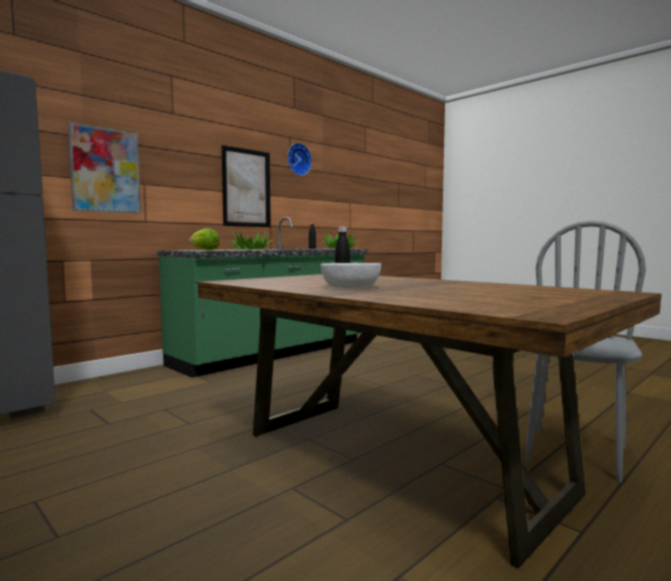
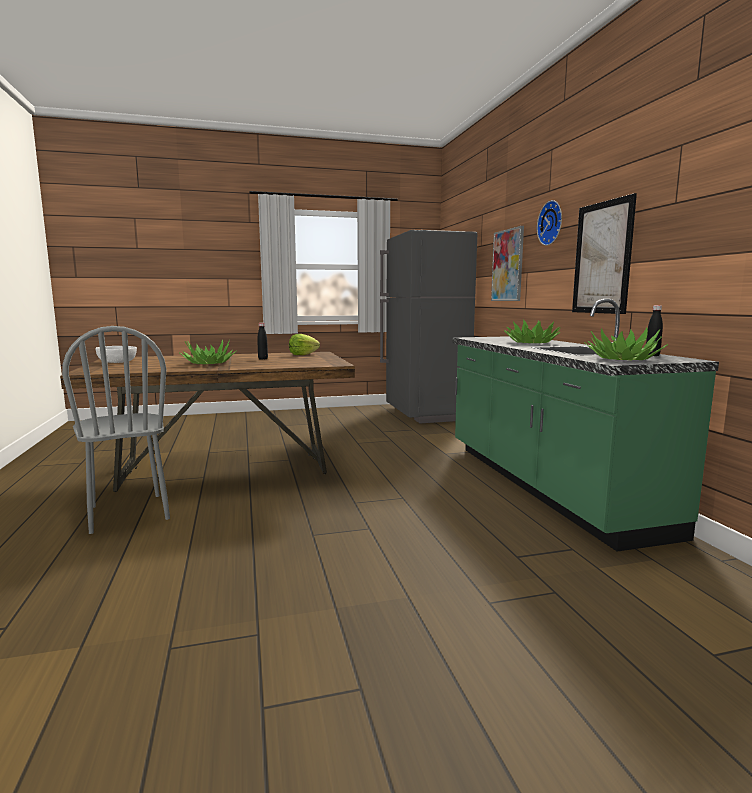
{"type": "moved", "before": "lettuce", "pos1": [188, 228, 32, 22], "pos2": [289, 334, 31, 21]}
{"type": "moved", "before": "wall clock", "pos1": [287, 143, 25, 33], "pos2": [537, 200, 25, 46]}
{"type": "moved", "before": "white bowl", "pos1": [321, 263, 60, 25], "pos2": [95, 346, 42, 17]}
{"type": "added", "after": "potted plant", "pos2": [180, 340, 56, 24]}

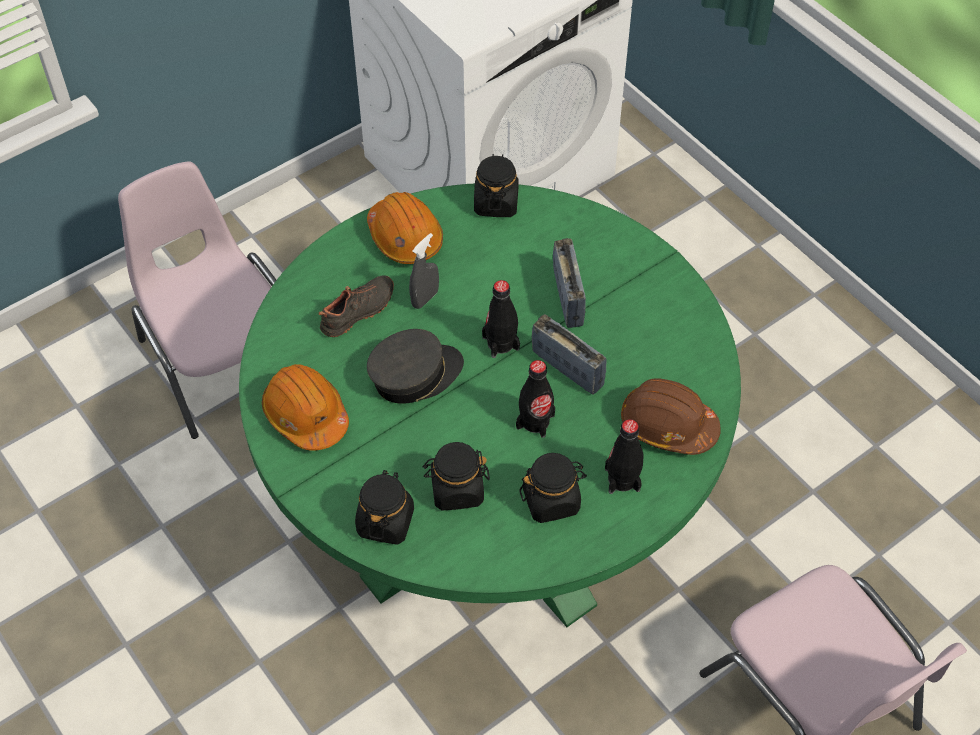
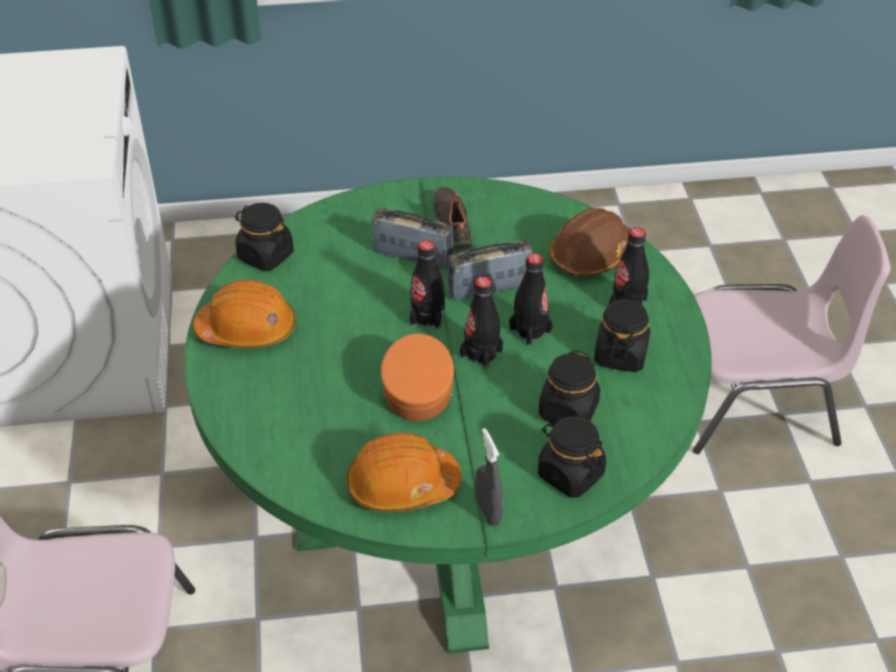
{"type": "moved", "before": "black shoe", "pos1": [319, 275, 75, 62], "pos2": [433, 186, 39, 65]}
{"type": "recoloured", "before": "grey cap", "after": "orange cap", "pos1": [367, 329, 97, 75], "pos2": [381, 334, 73, 87]}
{"type": "moved", "before": "grey spray bottle", "pos1": [409, 233, 30, 76], "pos2": [476, 428, 27, 98]}
{"type": "added", "after": "black bottle", "pos2": [460, 276, 43, 93]}

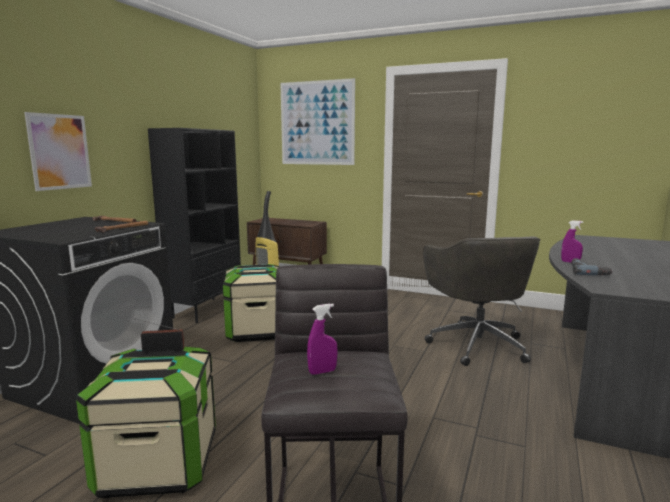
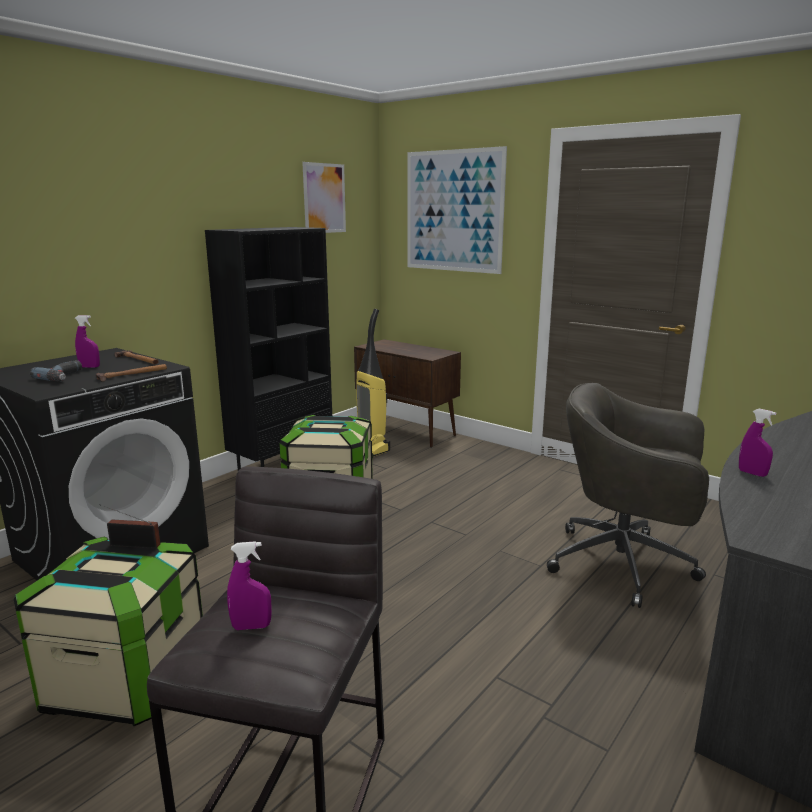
{"type": "moved", "before": "picture", "pos1": [24, 112, 68, 79], "pos2": [302, 162, 44, 71]}
{"type": "turned", "before": "grey office chair", "pos1": [423, 236, 117, 130], "pos2": [547, 383, 162, 225], "turn": 105}
{"type": "moved", "before": "power drill", "pos1": [571, 258, 42, 17], "pos2": [30, 360, 52, 21]}
{"type": "added", "after": "purple spray bottle", "pos2": [75, 315, 25, 53]}

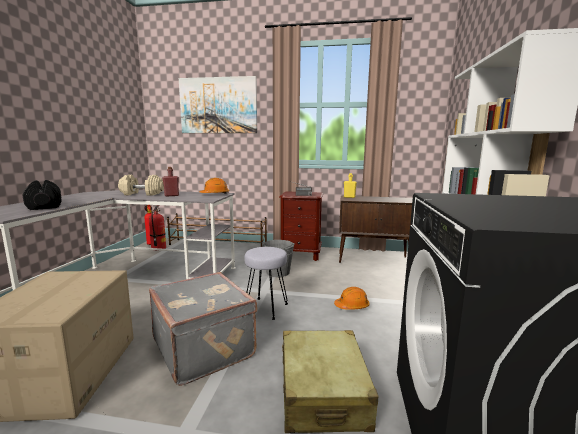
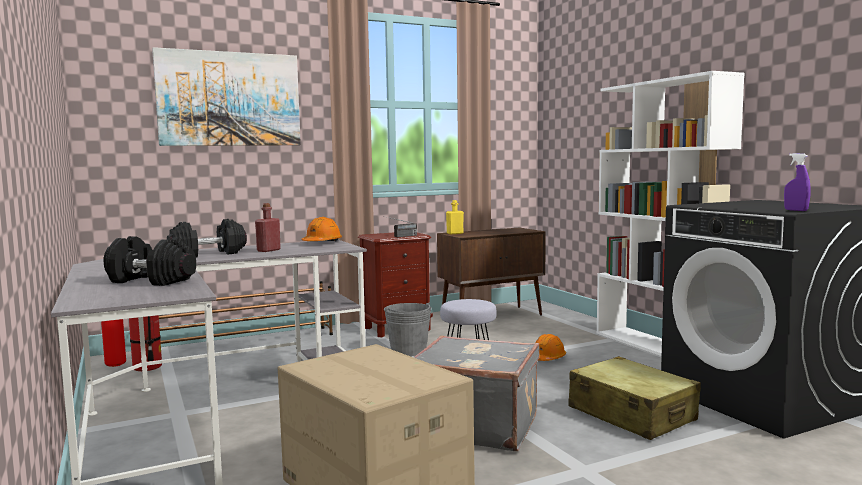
{"type": "recoloured", "before": "beige dumbbell", "after": "black dumbbell", "pos1": [118, 174, 46, 22], "pos2": [167, 219, 80, 39]}
{"type": "added", "after": "purple spray bottle", "pos2": [784, 153, 27, 58]}

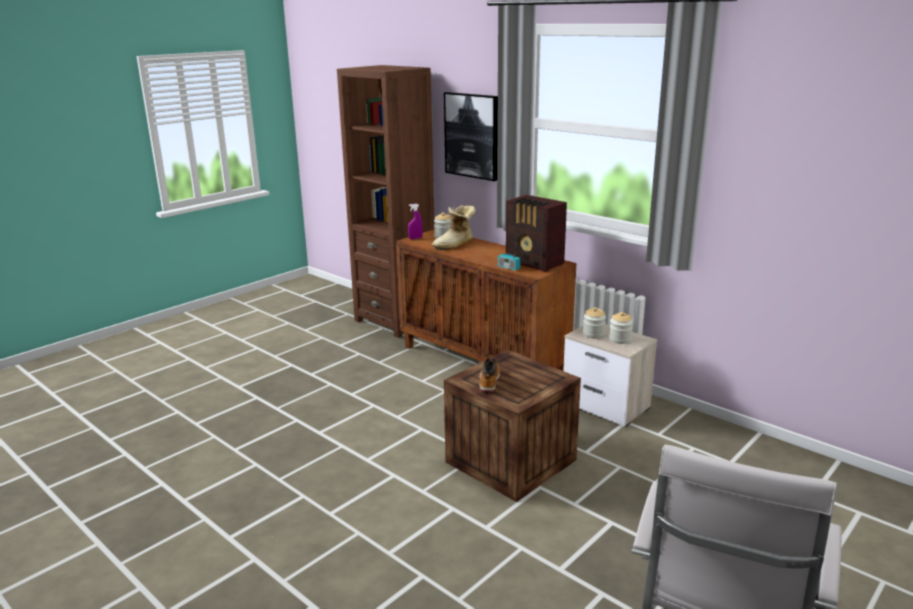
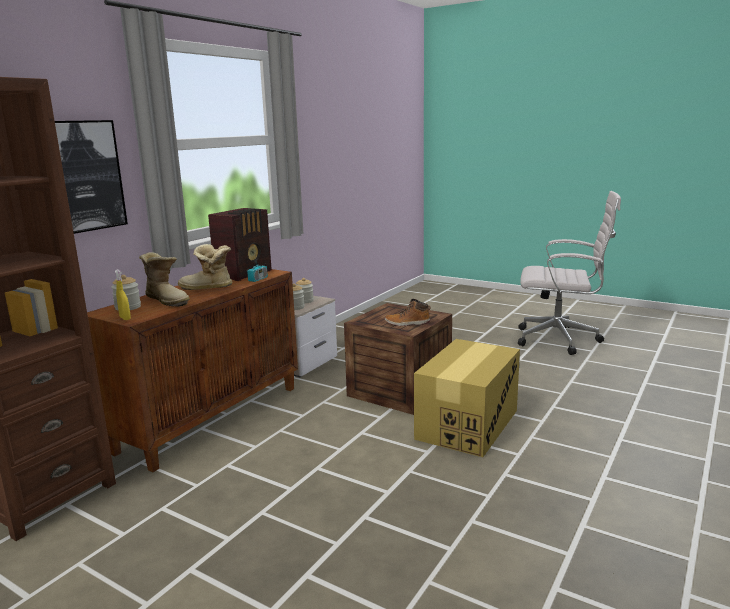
{"type": "recoloured", "before": "purple spray bottle", "after": "yellow spray bottle", "pos1": [408, 203, 15, 36], "pos2": [115, 269, 16, 51]}
{"type": "added", "after": "boot", "pos2": [178, 244, 55, 46]}
{"type": "added", "after": "cardboard box", "pos2": [414, 339, 106, 118]}

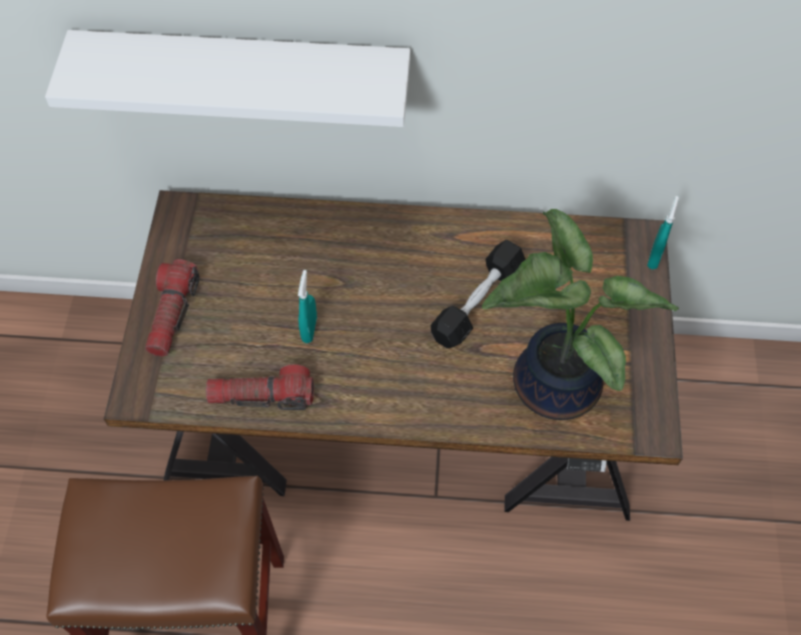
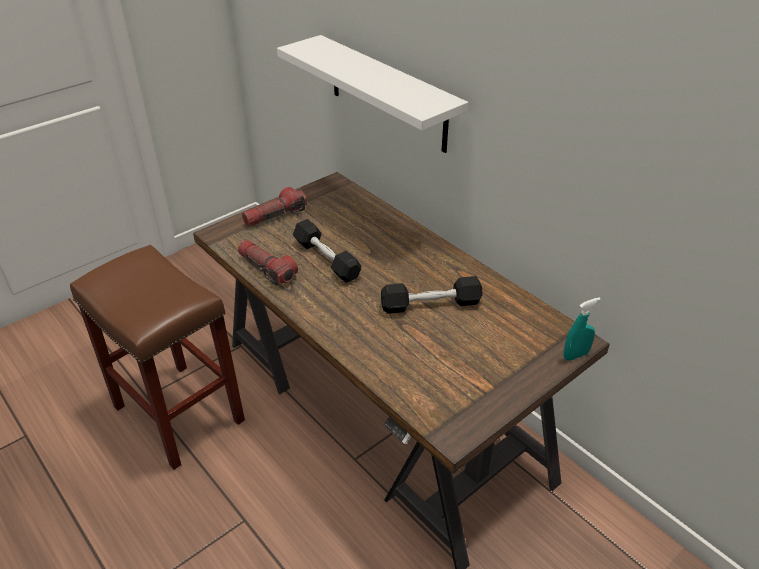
{"type": "replaced", "before": "turquoise spray bottle", "after": "black dumbbell", "pos1": [298, 270, 19, 73], "pos2": [293, 219, 68, 64]}
{"type": "removed", "before": "potted plant", "pos1": [481, 209, 198, 211]}

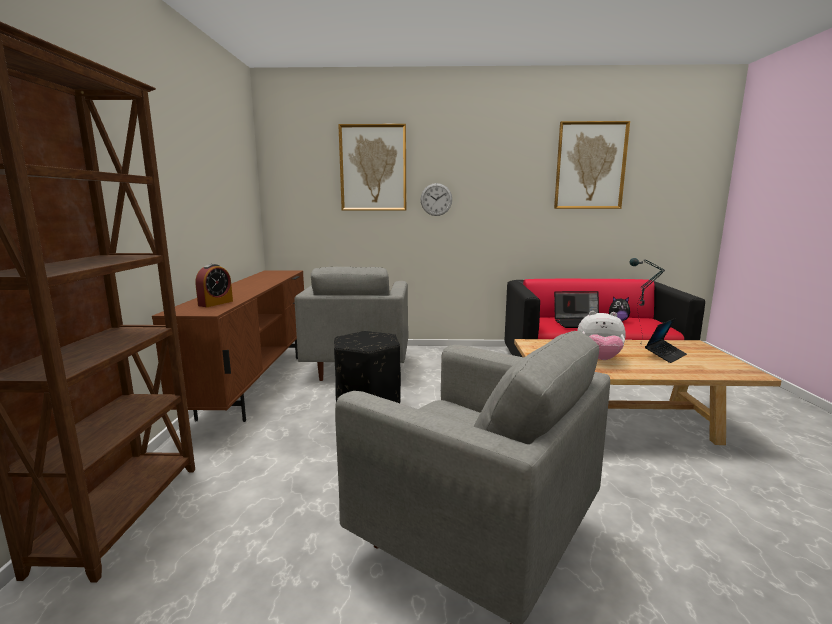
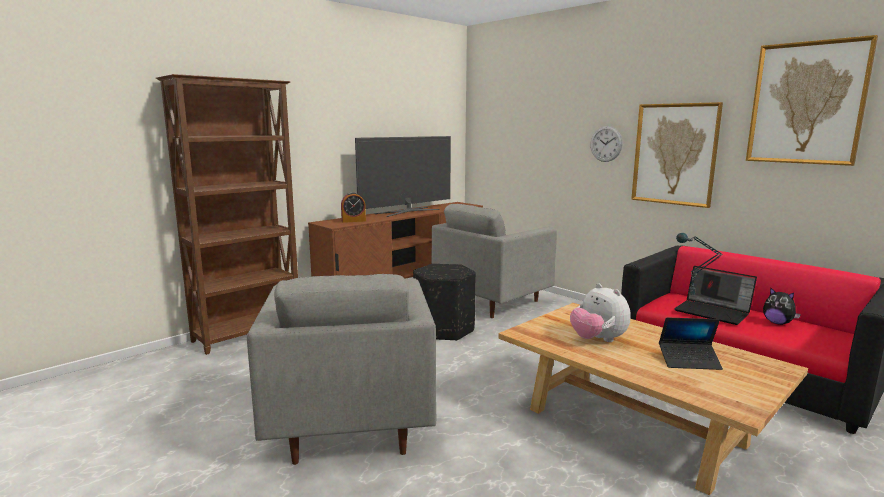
{"type": "moved", "before": "picture", "pos1": [338, 124, 68, 87], "pos2": [631, 102, 92, 106]}
{"type": "added", "after": "television", "pos2": [355, 136, 96, 81]}

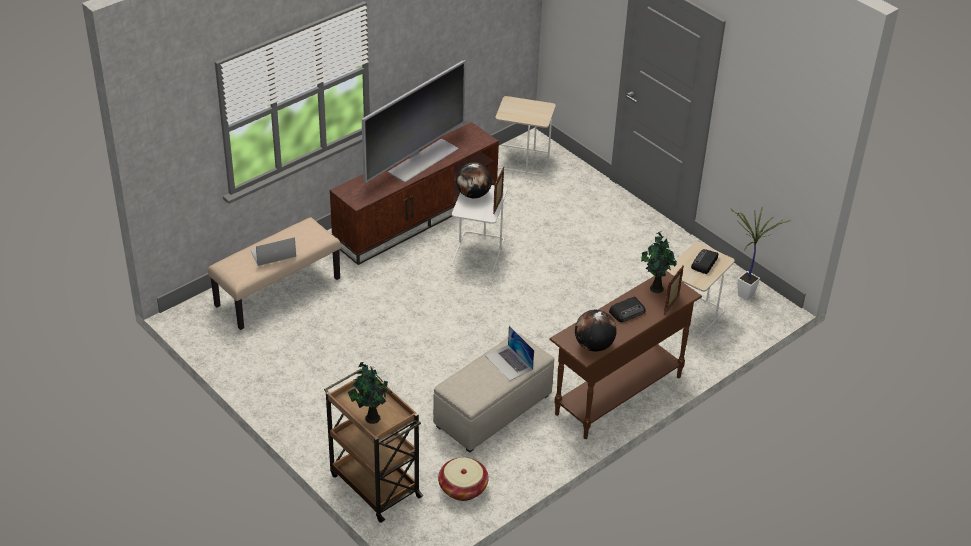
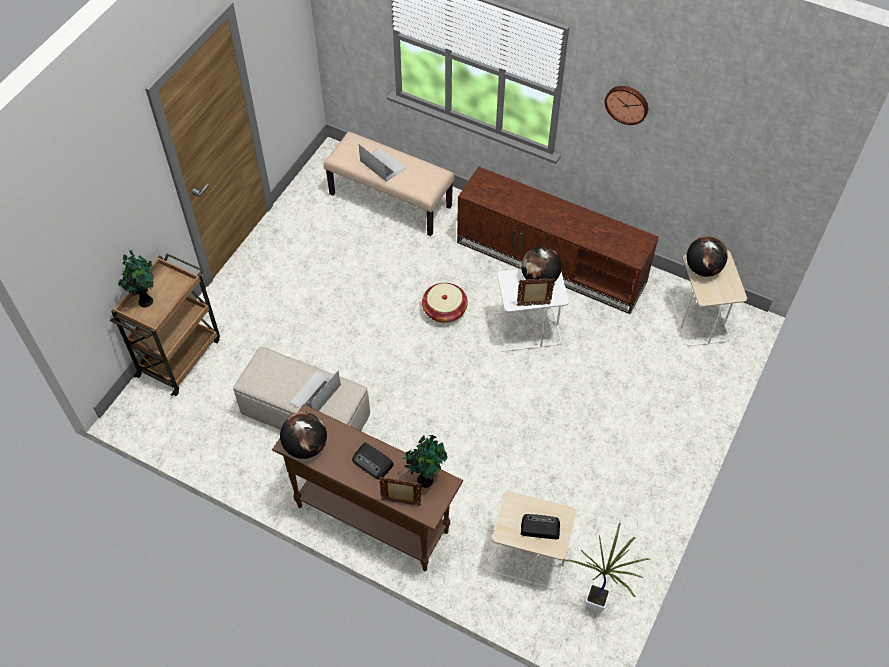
{"type": "removed", "before": "television", "pos1": [362, 60, 104, 123]}
{"type": "moved", "before": "basket", "pos1": [438, 457, 51, 44], "pos2": [422, 283, 46, 40]}
{"type": "added", "after": "wall clock", "pos2": [605, 86, 43, 39]}
{"type": "added", "after": "globe", "pos2": [686, 236, 42, 41]}

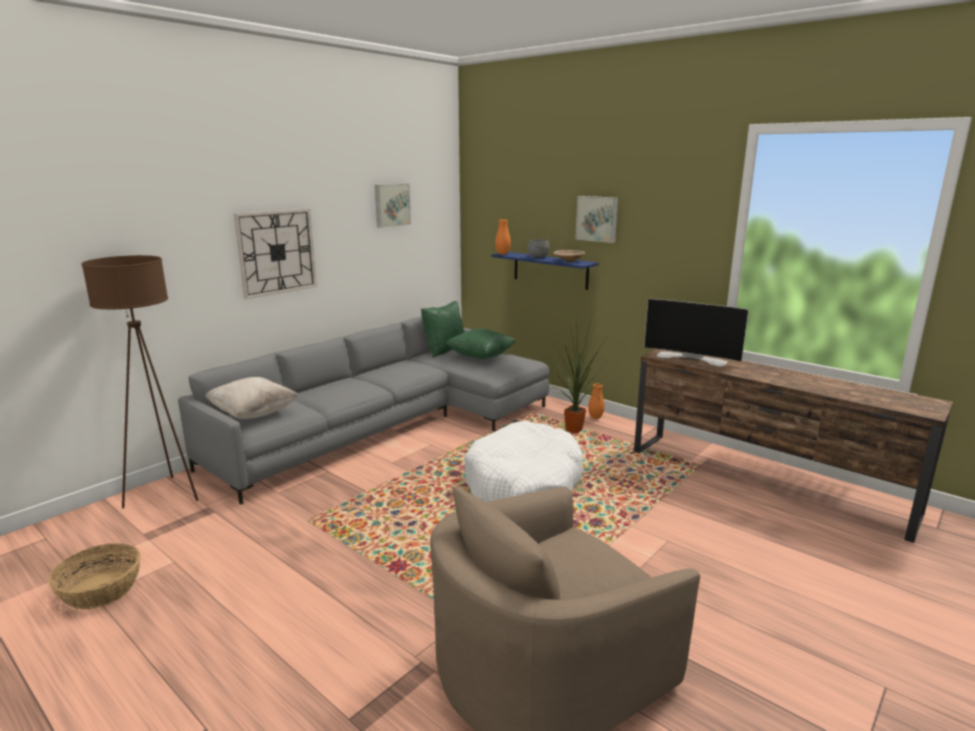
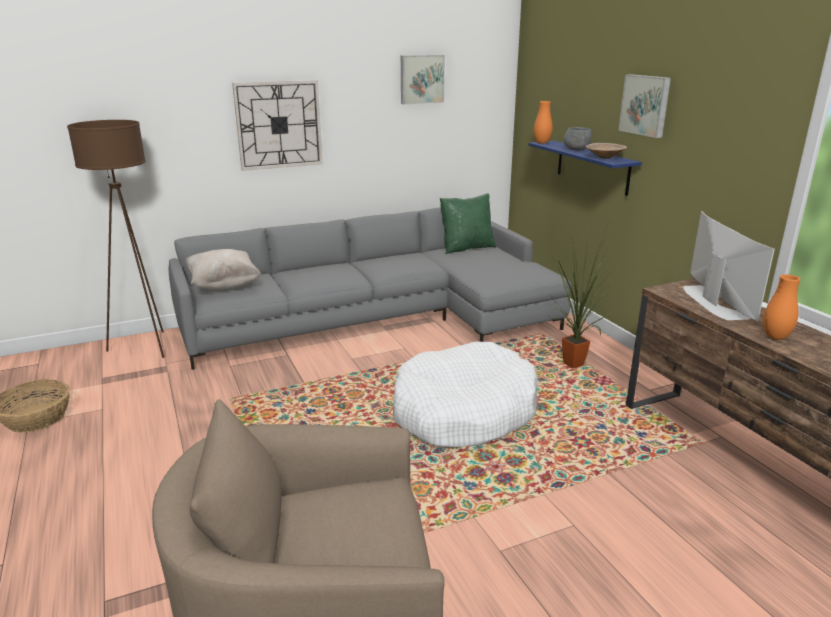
{"type": "removed", "before": "green pillow", "pos1": [445, 329, 71, 30]}
{"type": "moved", "before": "orange vase", "pos1": [588, 383, 17, 36], "pos2": [763, 274, 37, 66]}
{"type": "turned", "before": "television", "pos1": [644, 299, 105, 68], "pos2": [683, 211, 92, 110], "turn": -150}

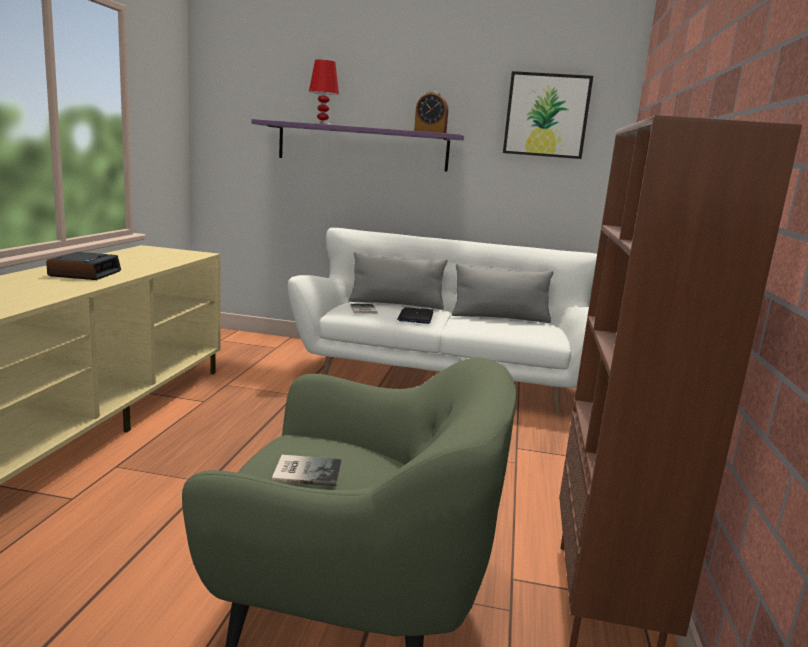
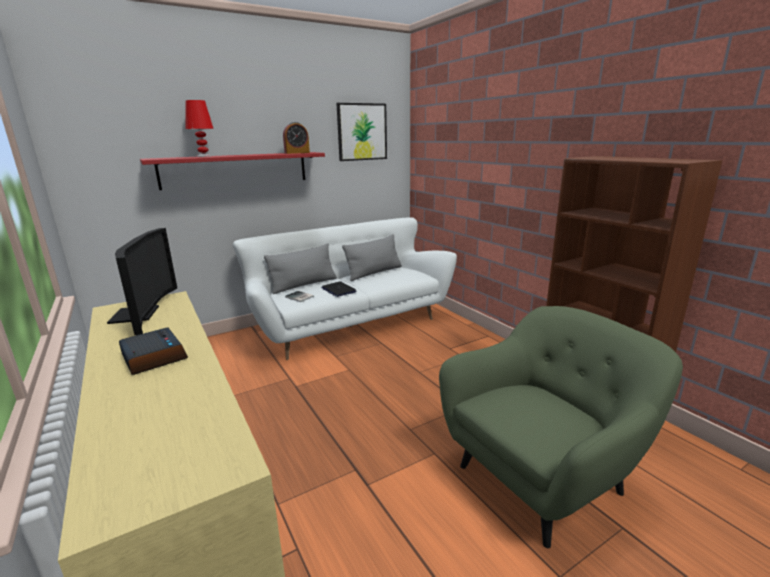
{"type": "recoloured", "before": "purple shelf", "after": "red shelf", "pos1": [251, 119, 213, 53], "pos2": [140, 152, 185, 38]}
{"type": "removed", "before": "book", "pos1": [272, 455, 70, 31]}
{"type": "added", "after": "television", "pos2": [107, 228, 70, 107]}

